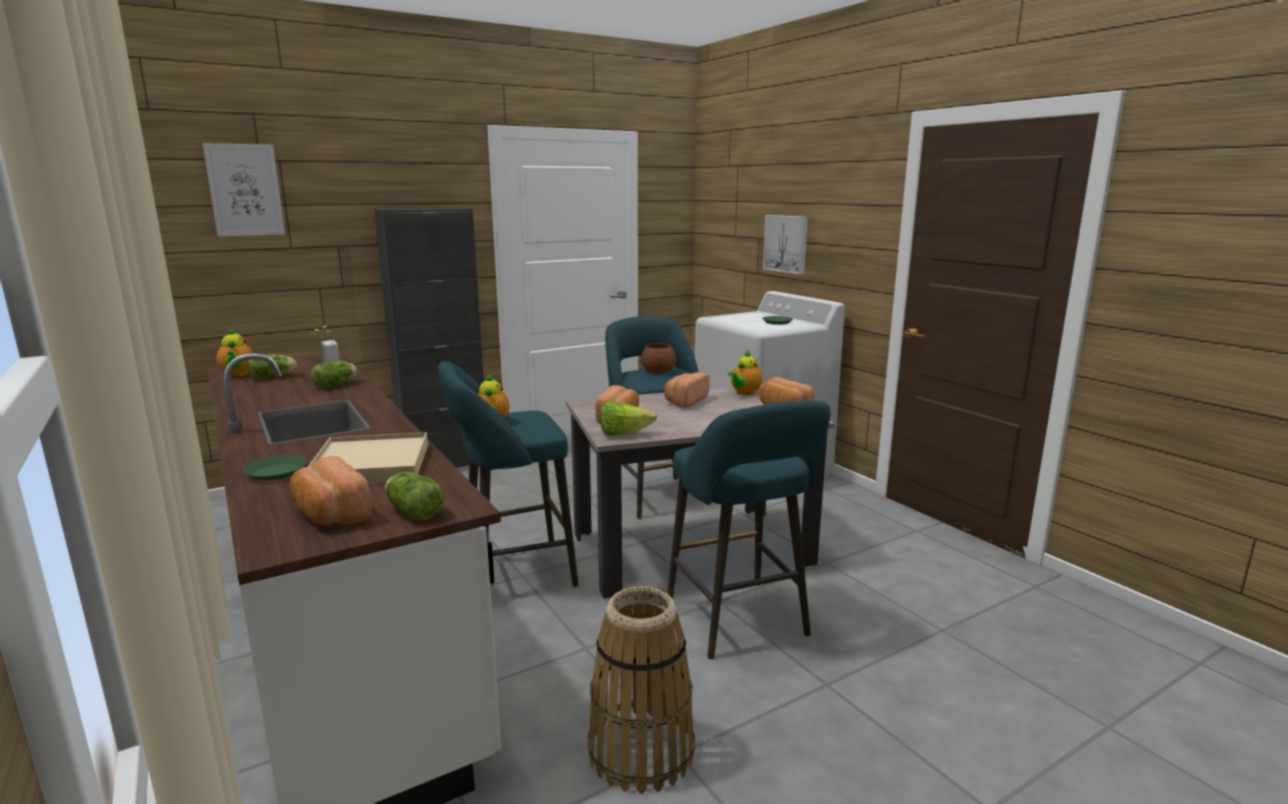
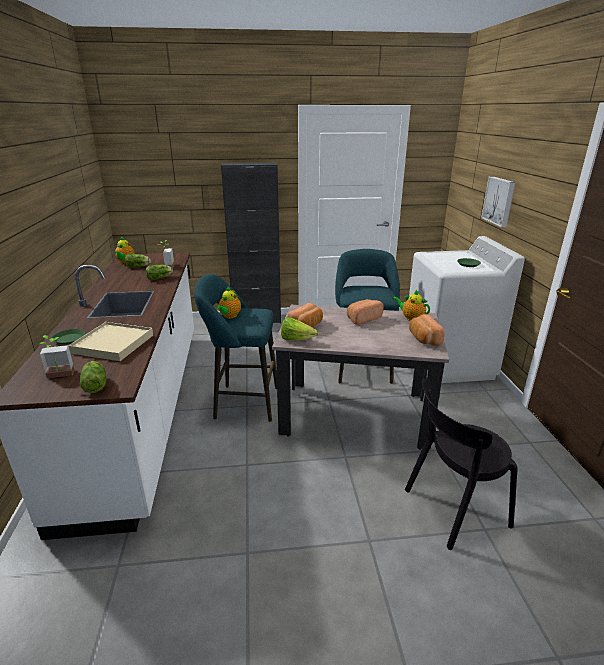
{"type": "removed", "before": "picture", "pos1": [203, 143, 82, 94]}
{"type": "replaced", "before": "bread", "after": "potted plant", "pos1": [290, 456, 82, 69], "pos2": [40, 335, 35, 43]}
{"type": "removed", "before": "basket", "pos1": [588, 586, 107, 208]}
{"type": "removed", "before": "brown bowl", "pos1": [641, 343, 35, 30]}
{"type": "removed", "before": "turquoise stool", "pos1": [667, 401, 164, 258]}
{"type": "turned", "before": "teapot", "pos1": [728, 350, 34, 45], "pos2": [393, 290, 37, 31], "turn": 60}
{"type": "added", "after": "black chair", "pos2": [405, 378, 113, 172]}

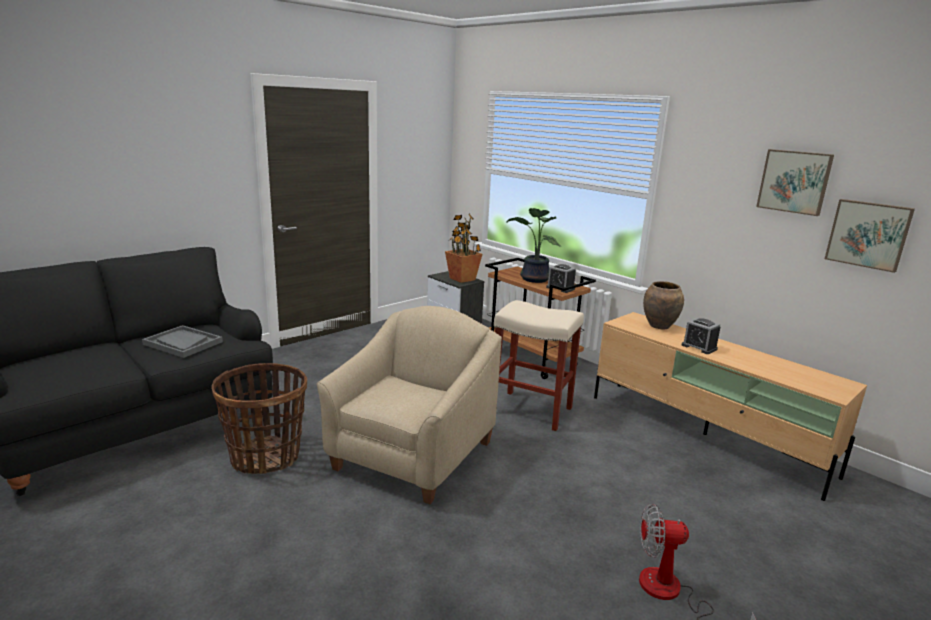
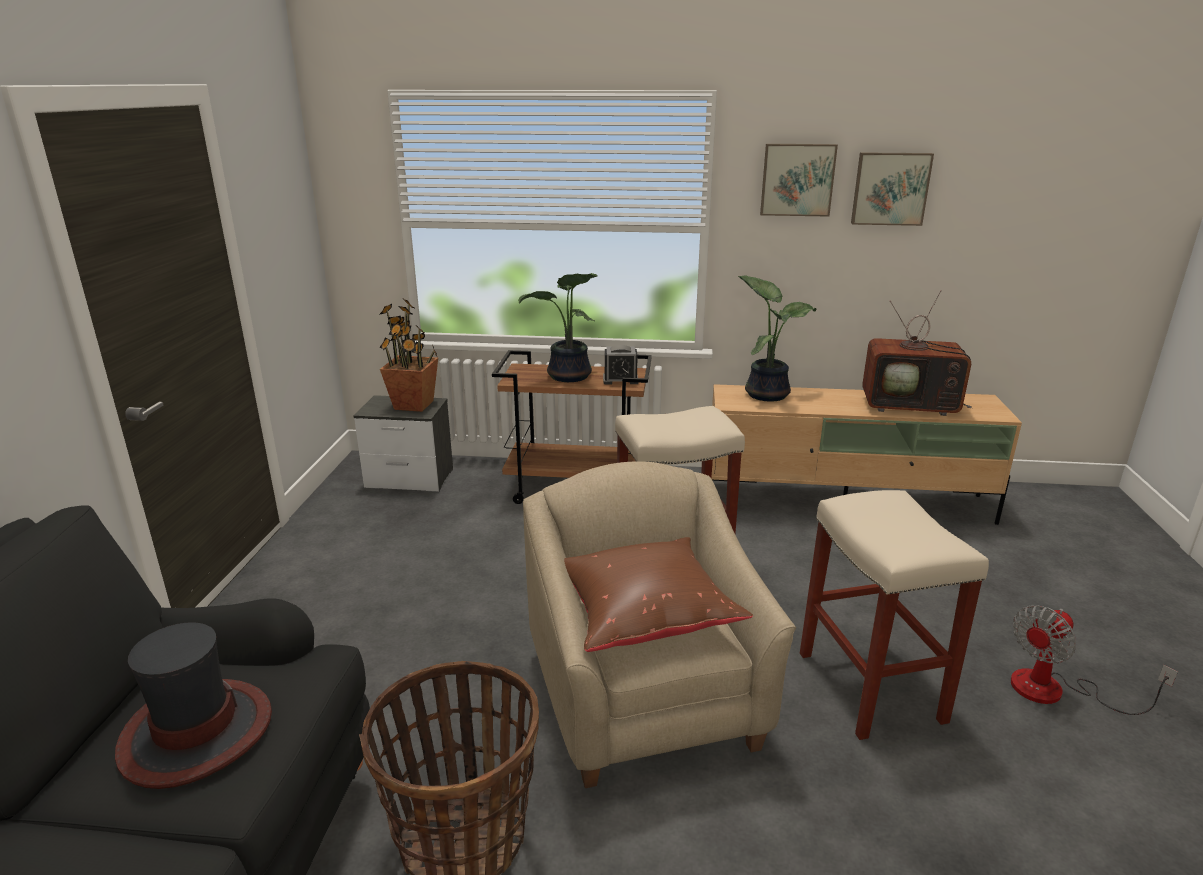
{"type": "replaced", "before": "grey tray", "after": "hat", "pos1": [142, 325, 81, 33], "pos2": [115, 622, 157, 167]}
{"type": "replaced", "before": "brown vase", "after": "potted plant", "pos1": [643, 281, 41, 49], "pos2": [738, 275, 79, 127]}
{"type": "removed", "before": "alarm clock", "pos1": [682, 318, 38, 36]}
{"type": "moved", "before": "picture", "pos1": [825, 199, 90, 74], "pos2": [760, 144, 78, 73]}
{"type": "added", "after": "brown pillow", "pos2": [564, 537, 189, 115]}
{"type": "added", "after": "beige stool", "pos2": [800, 490, 189, 250]}
{"type": "added", "after": "television", "pos2": [862, 290, 110, 126]}

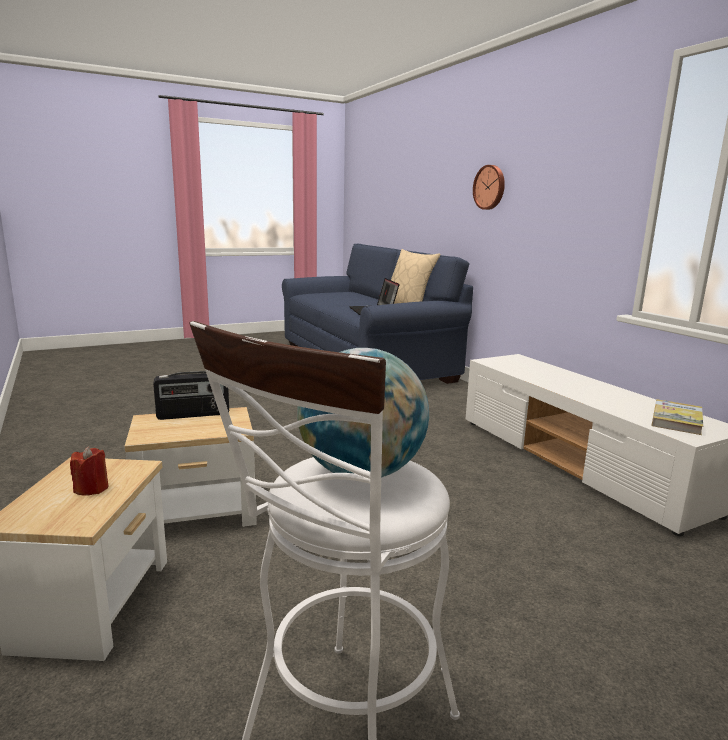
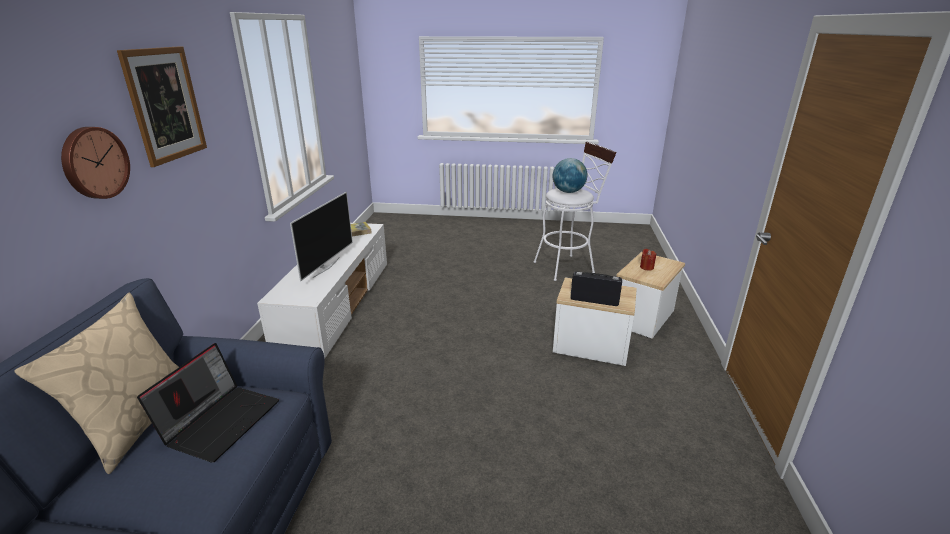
{"type": "added", "after": "picture", "pos2": [117, 46, 90, 121]}
{"type": "added", "after": "television", "pos2": [290, 192, 63, 89]}

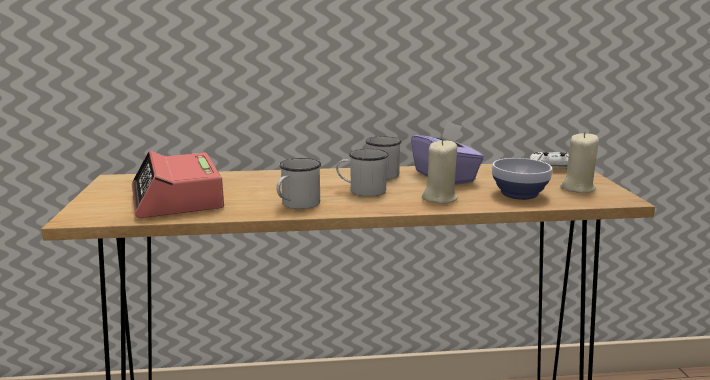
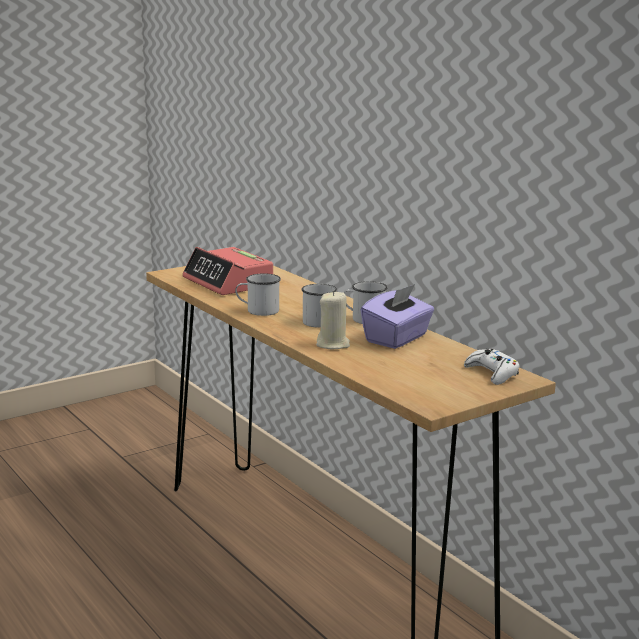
{"type": "turned", "before": "alarm clock", "pos1": [132, 151, 92, 67], "pos2": [182, 247, 91, 48], "turn": -75}
{"type": "removed", "before": "bowl", "pos1": [492, 158, 61, 42]}
{"type": "removed", "before": "beige candle", "pos1": [560, 132, 39, 61]}

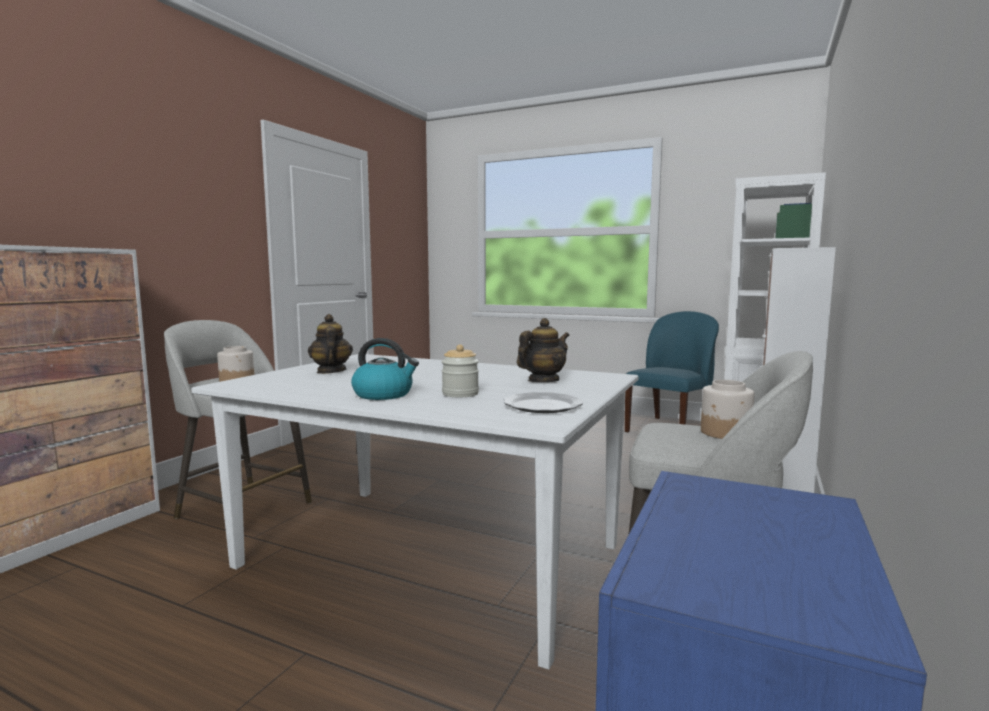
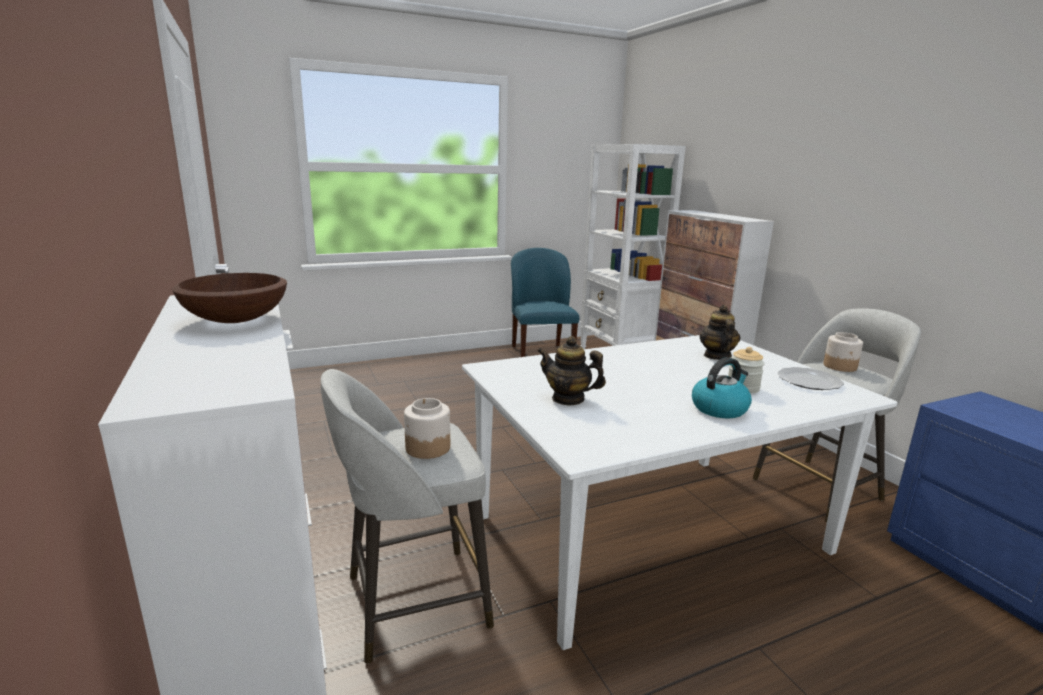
{"type": "added", "after": "brown bowl", "pos2": [172, 273, 115, 50]}

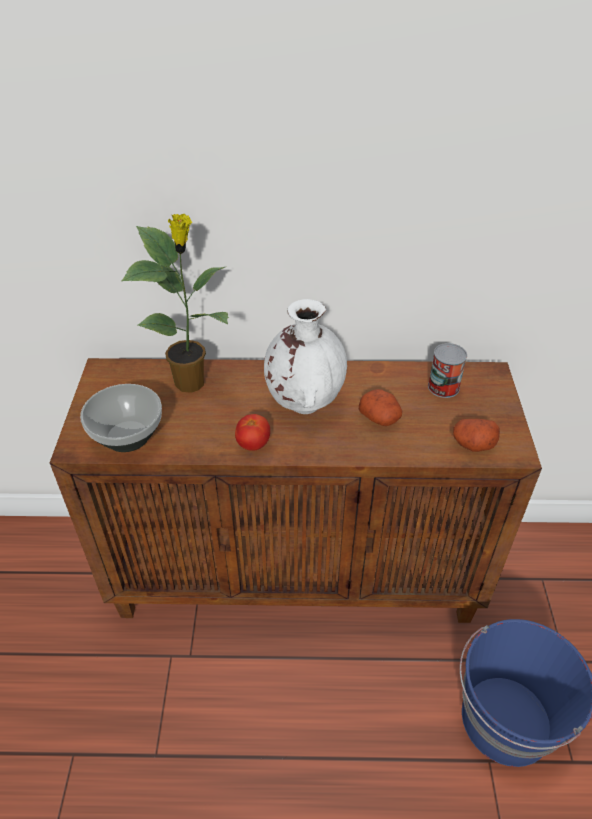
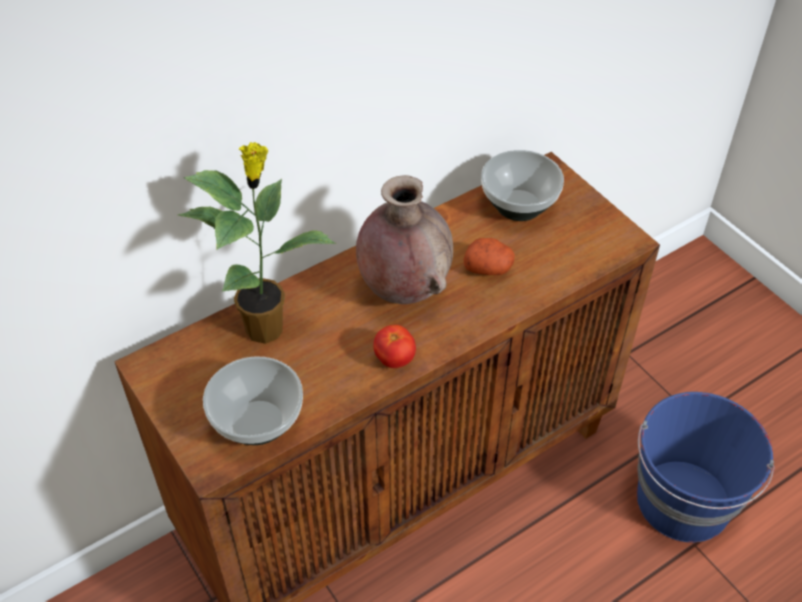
{"type": "recoloured", "before": "white vase", "after": "brown vase", "pos1": [264, 299, 83, 115], "pos2": [356, 175, 97, 129]}
{"type": "replaced", "before": "can", "after": "bowl", "pos1": [428, 343, 39, 55], "pos2": [481, 150, 83, 71]}
{"type": "removed", "before": "potato", "pos1": [453, 419, 47, 33]}

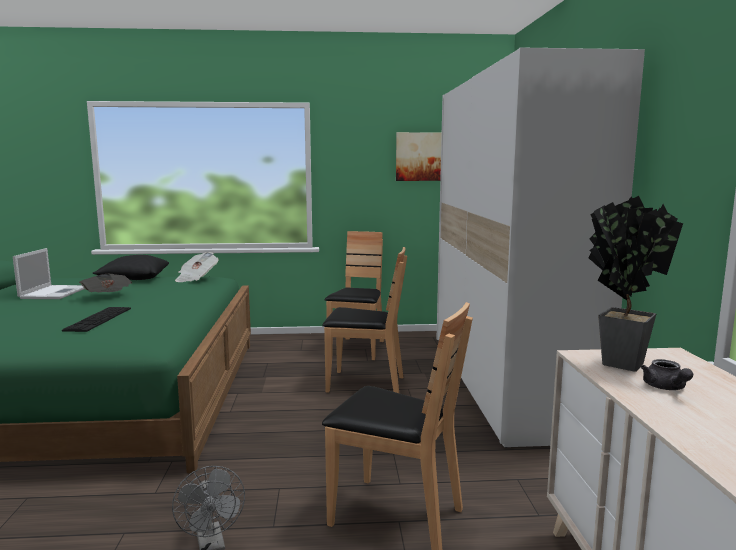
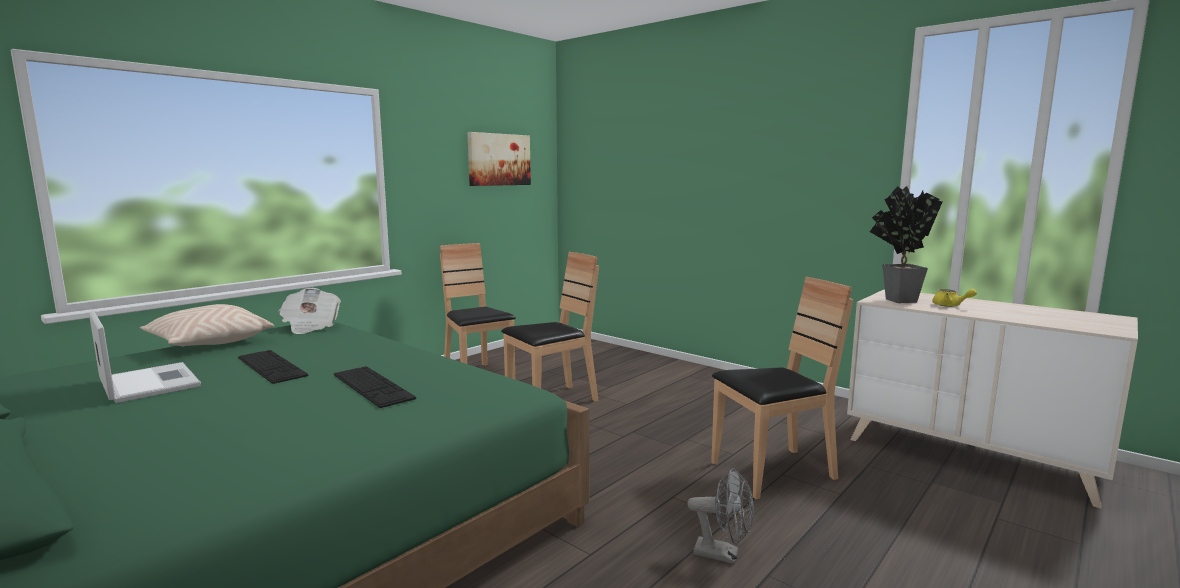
{"type": "replaced", "before": "newspaper", "after": "keyboard", "pos1": [79, 274, 53, 18], "pos2": [238, 350, 70, 34]}
{"type": "recoloured", "before": "black pillow", "after": "beige pillow", "pos1": [93, 255, 76, 25], "pos2": [140, 304, 134, 43]}
{"type": "removed", "before": "white wardrobe", "pos1": [436, 47, 209, 401]}
{"type": "recoloured", "before": "grey teapot", "after": "yellow teapot", "pos1": [641, 359, 52, 31], "pos2": [932, 289, 45, 18]}

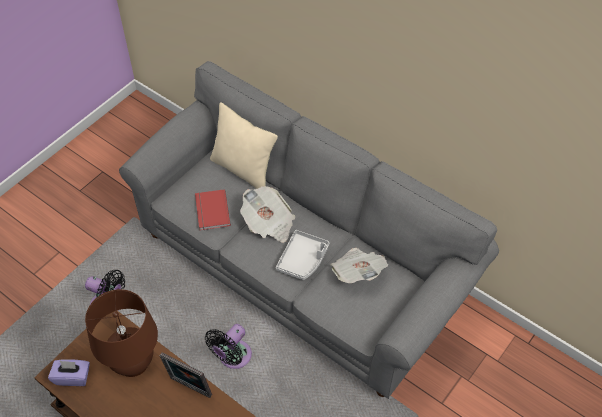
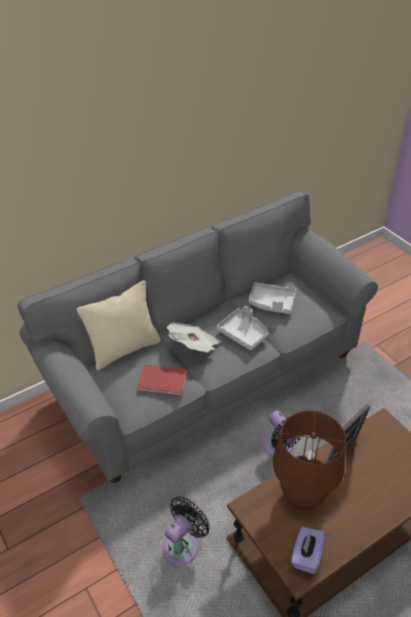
{"type": "replaced", "before": "newspaper", "after": "grey tray", "pos1": [330, 248, 58, 35], "pos2": [249, 282, 47, 32]}

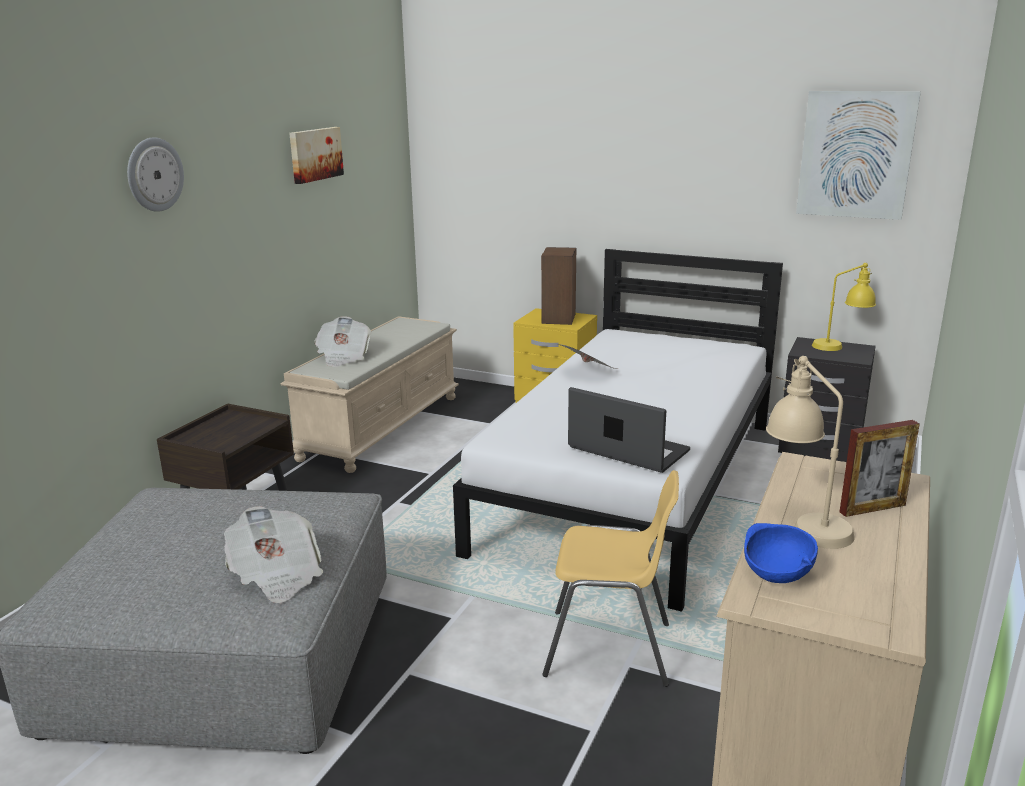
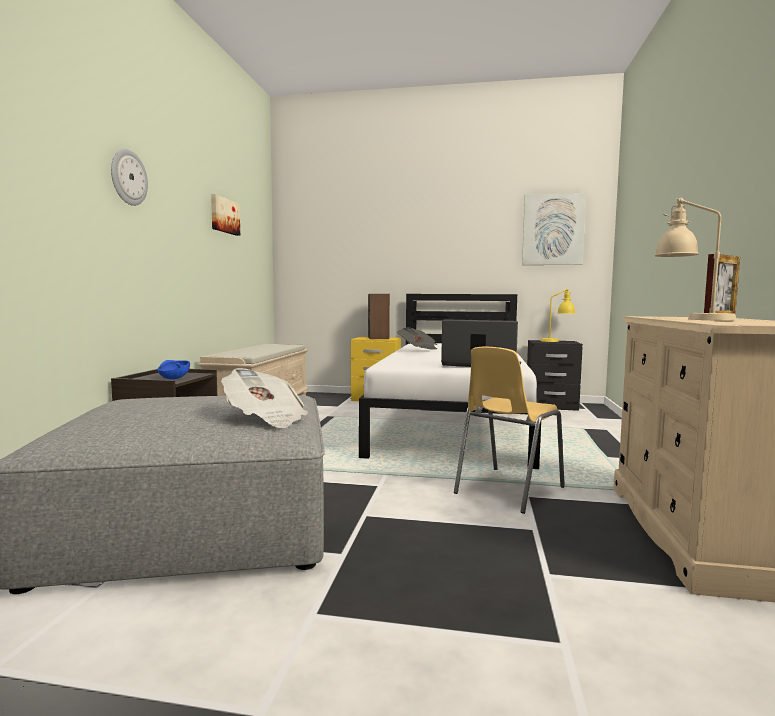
{"type": "removed", "before": "newspaper", "pos1": [314, 316, 58, 51]}
{"type": "turned", "before": "yellow chair", "pos1": [542, 470, 137, 217], "pos2": [454, 347, 111, 167], "turn": 135}
{"type": "moved", "before": "blue bowl", "pos1": [744, 523, 74, 60], "pos2": [157, 360, 33, 19]}

